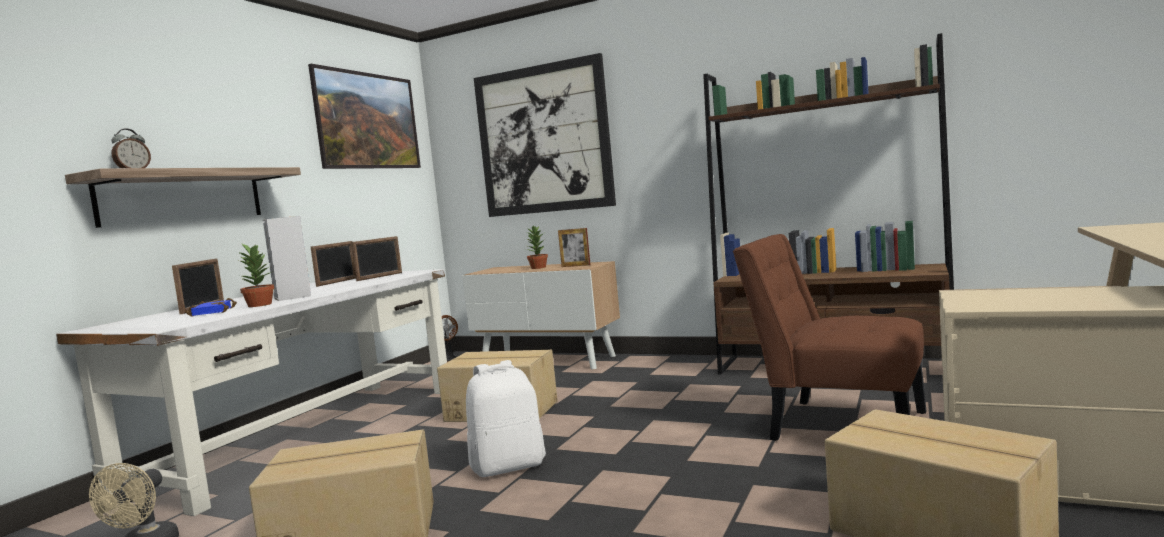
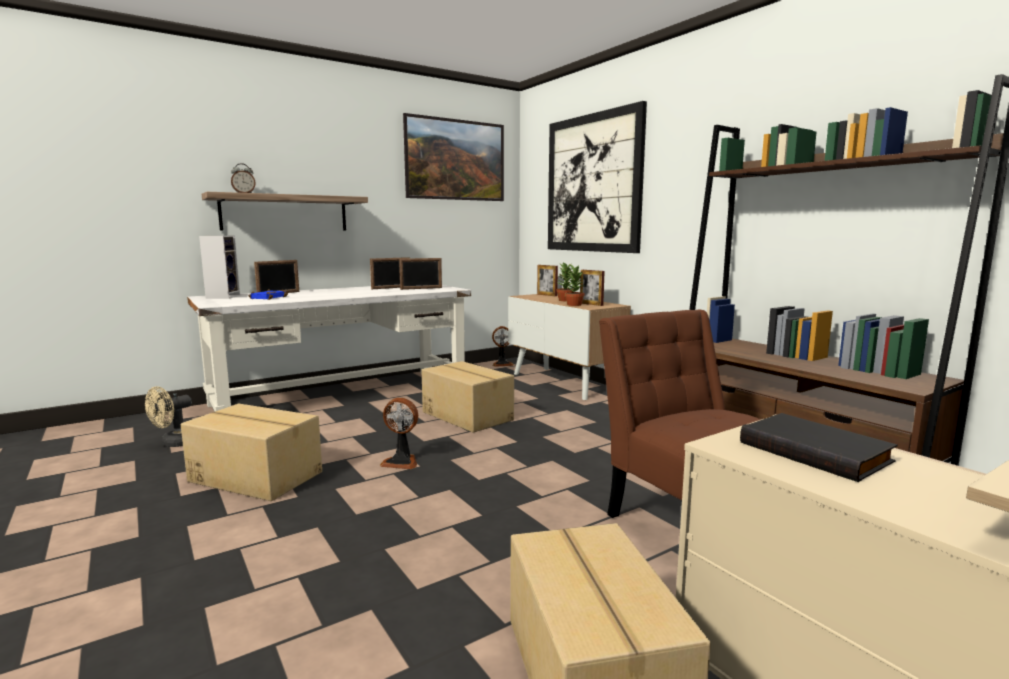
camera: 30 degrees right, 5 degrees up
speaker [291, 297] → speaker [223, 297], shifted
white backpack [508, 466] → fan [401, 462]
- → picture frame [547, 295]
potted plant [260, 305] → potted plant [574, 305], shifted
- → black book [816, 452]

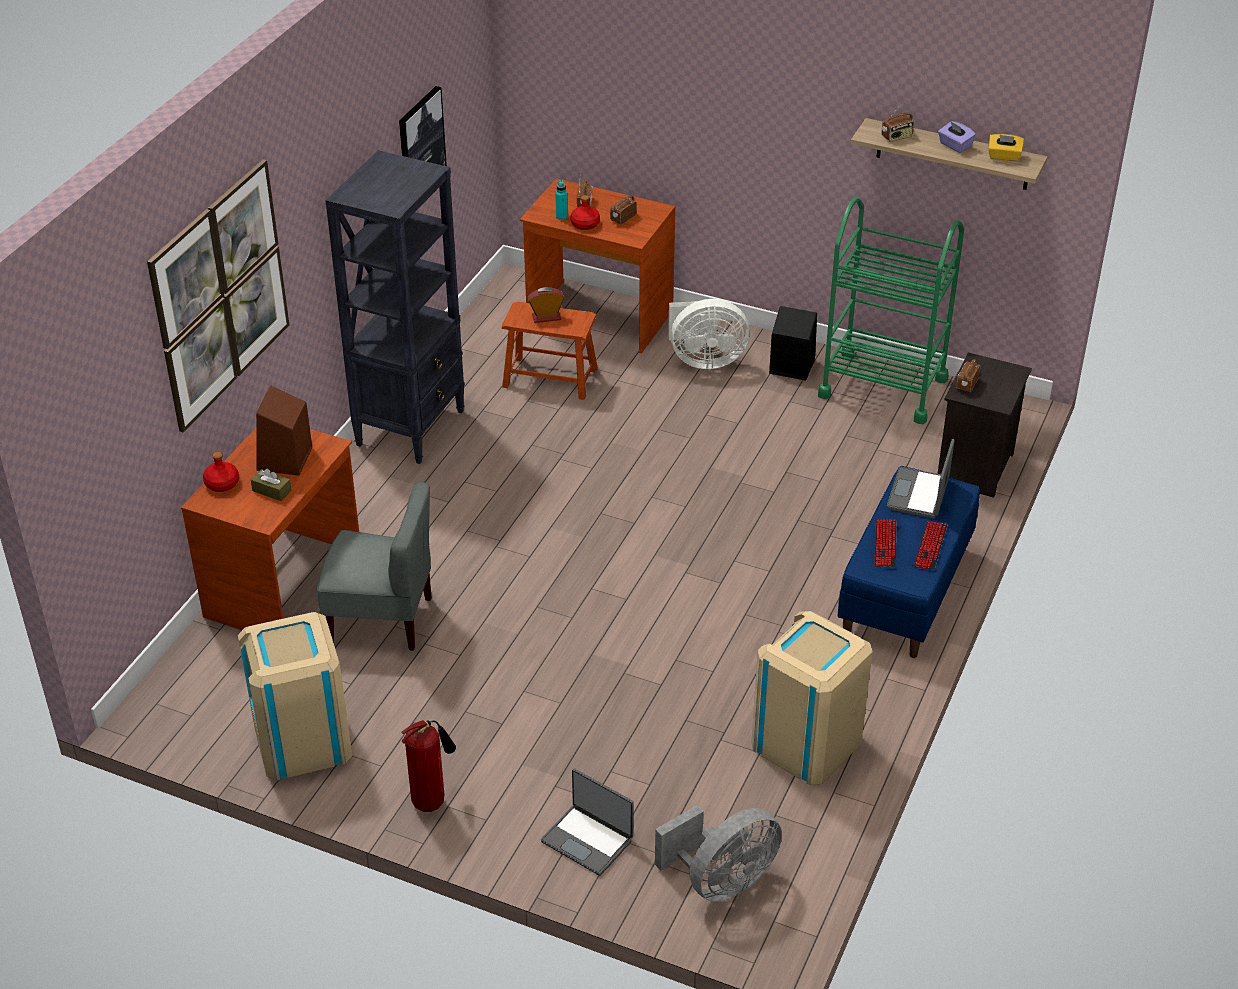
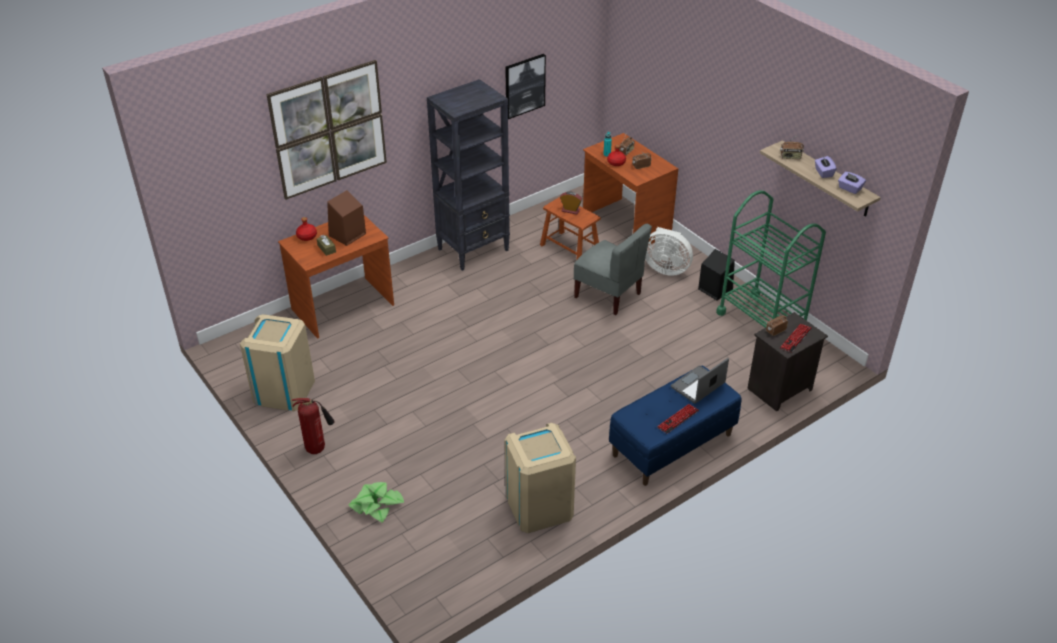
camera: 30 degrees right, 0 degrees up
laptop [588, 840] → potted plant [377, 505]
grey chair [381, 620] → grey chair [608, 295], shifted
keyboard [885, 545] → keyboard [795, 338], shifted
yellow tissue box [1004, 157] → purple tissue box [849, 189]
grey fan [722, 881] → -

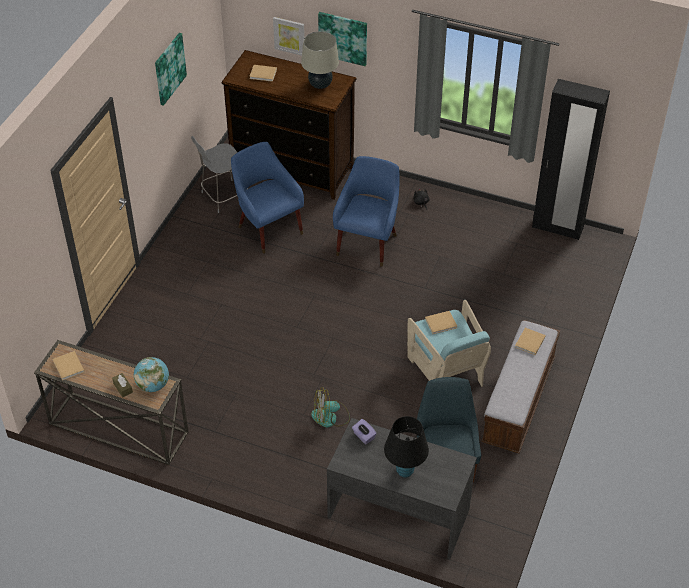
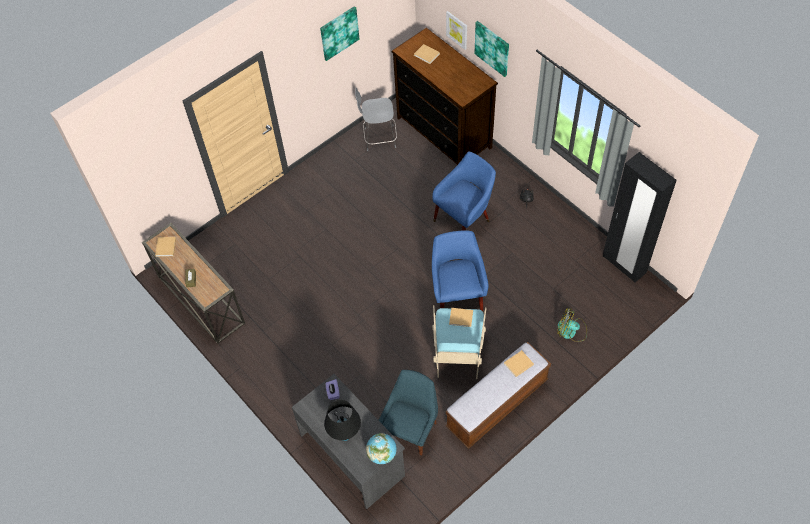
camera: 30 degrees right, 10 degrees up
globe [153, 385] → globe [382, 454], shifted
blue armchair [268, 227] → blue armchair [457, 295], shifted
fan [330, 417] → fan [571, 331], shifted
beige table lamp [320, 85] → -

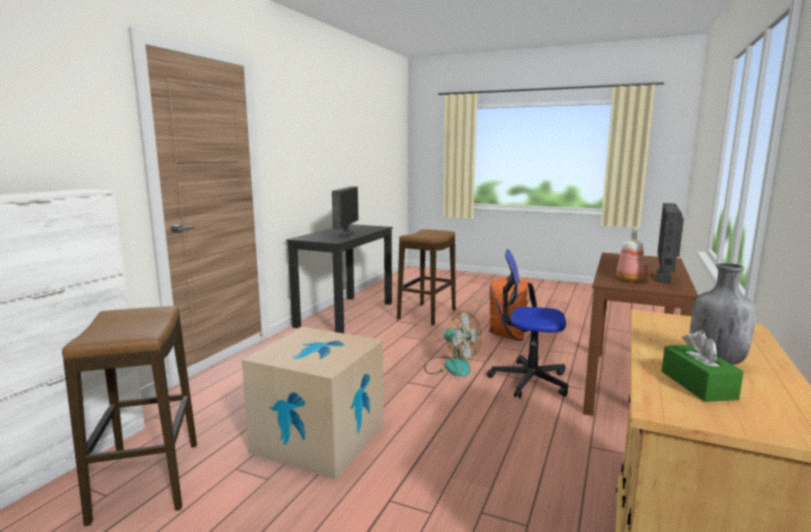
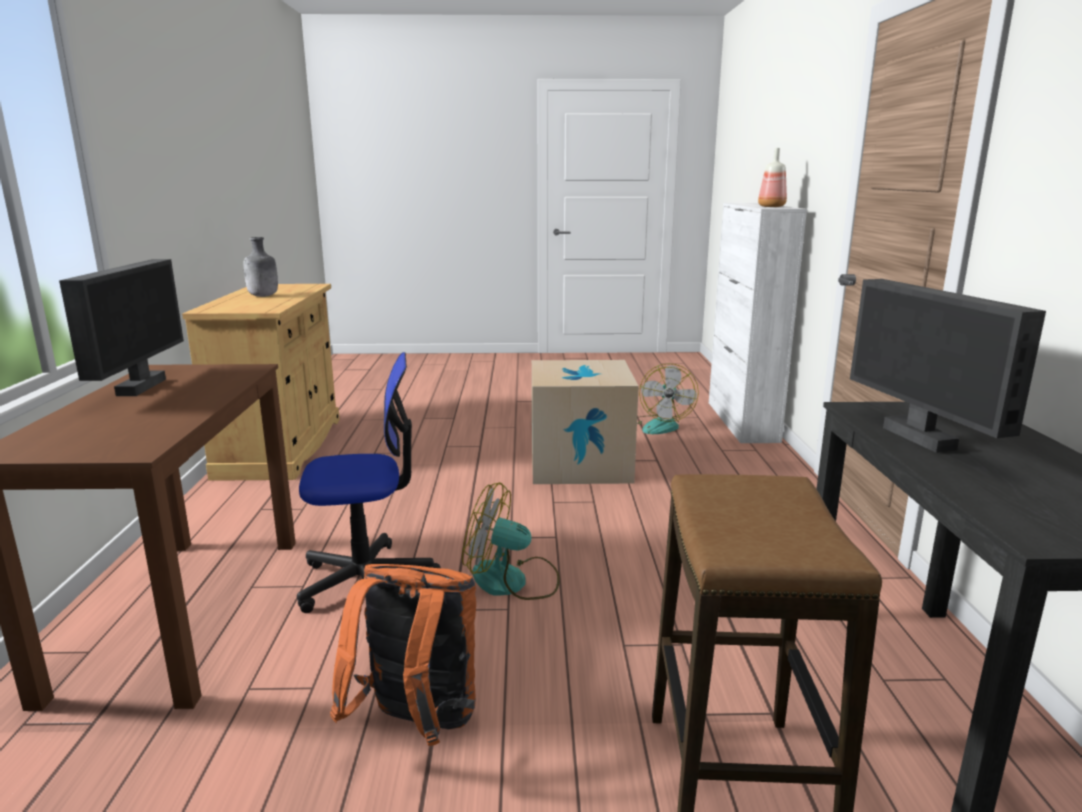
camera: 155 degrees right, 5 degrees up
stool [147, 480] → fan [660, 425]
bottle [630, 279] → bottle [770, 206], shifted
green tissue box [697, 385] → -

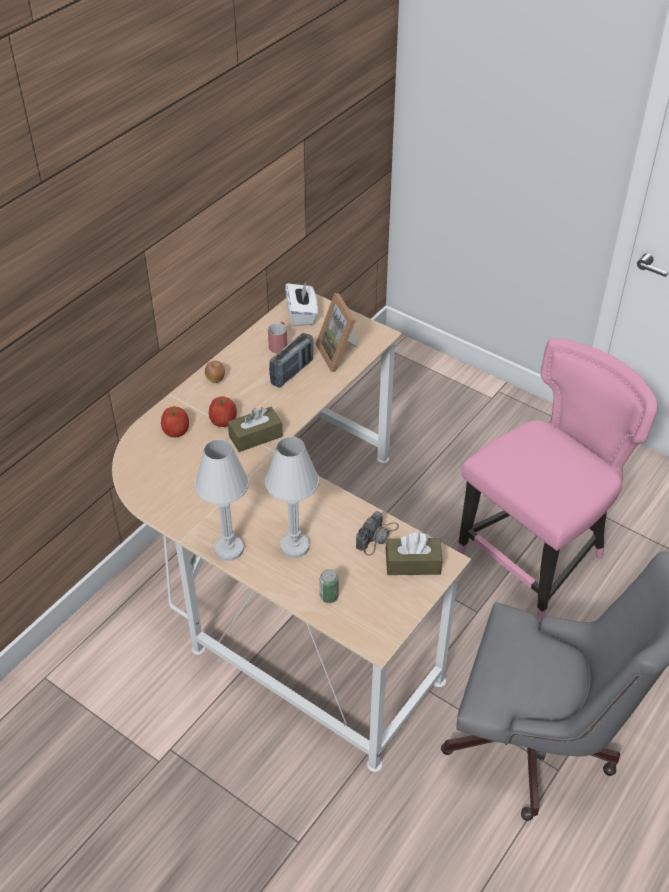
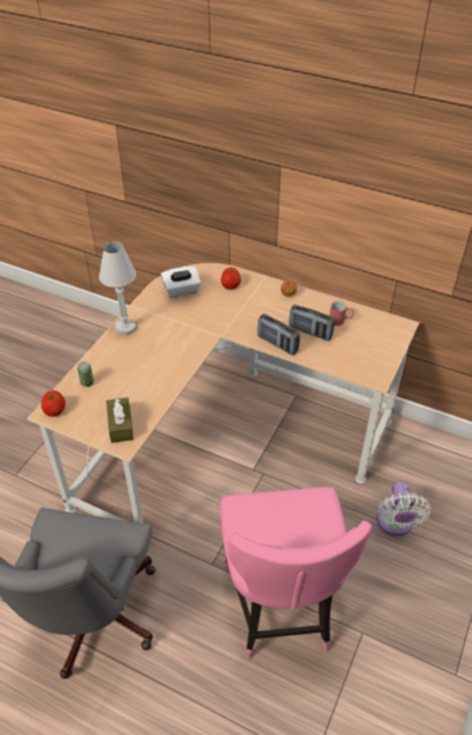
camera: 80 degrees right, 0 degrees up
apple [223, 420] → apple [55, 410], shifted
white tissue box [302, 314] → white tissue box [181, 290], shifted
pink chair [536, 558] → pink chair [280, 608], 45 degrees clockwise
- → radio [277, 344]
- → white fan [395, 524]
brown tissue box [255, 436] → -
white table lamp [294, 546] → -
picture frame [340, 354] → -
photo camera [377, 536] → -

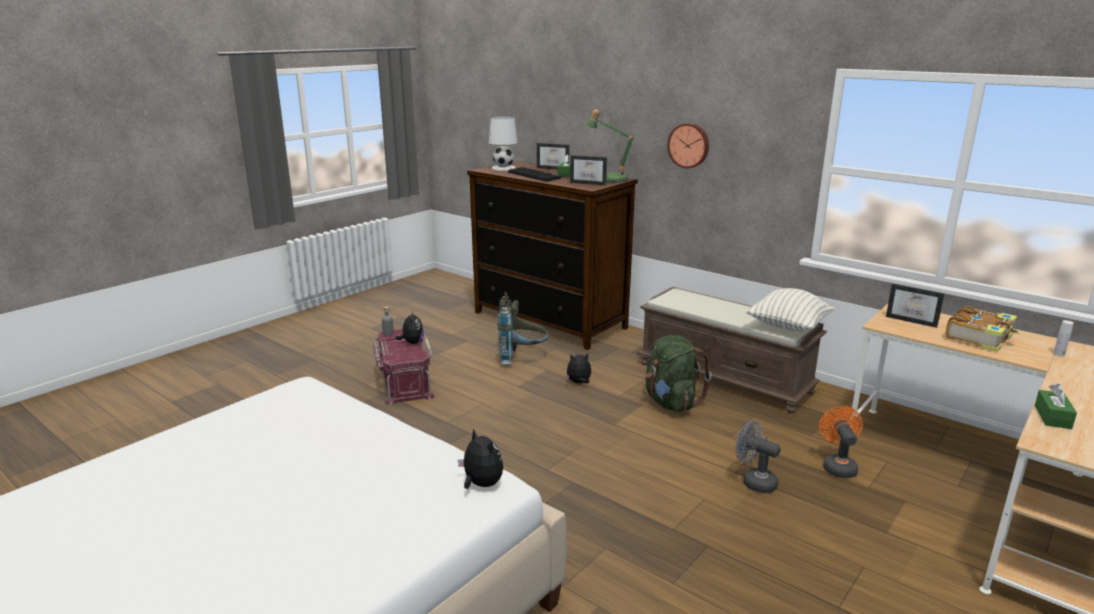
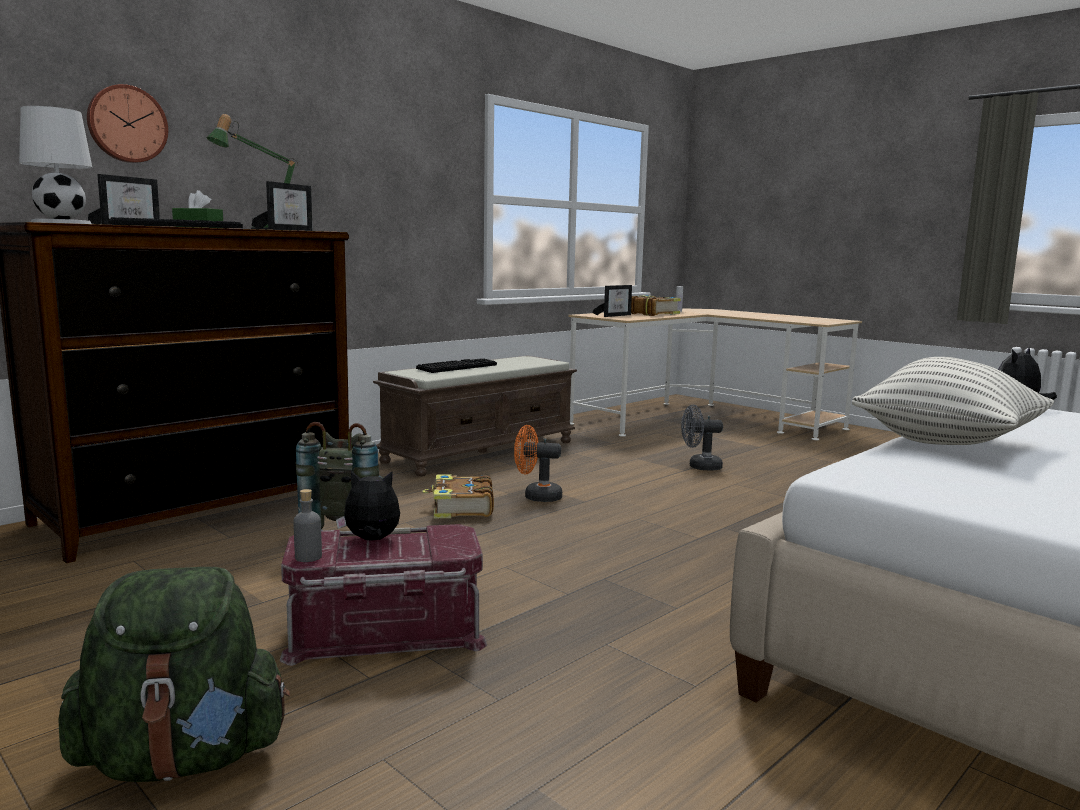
camera: 85 degrees left, 10 degrees down
green backpack [671, 402] → green backpack [182, 758], shifted
wall clock [689, 145] → wall clock [127, 124], shifted
- → keyboard [457, 367]
plush toy [579, 383] → book [461, 508]
orange fan [837, 466] → orange fan [536, 496], shifted
grey fan [754, 481] → grey fan [699, 467], 45 degrees clockwise
pillow [788, 327] → pillow [948, 443], shifted
green tissue box [1052, 417] → -

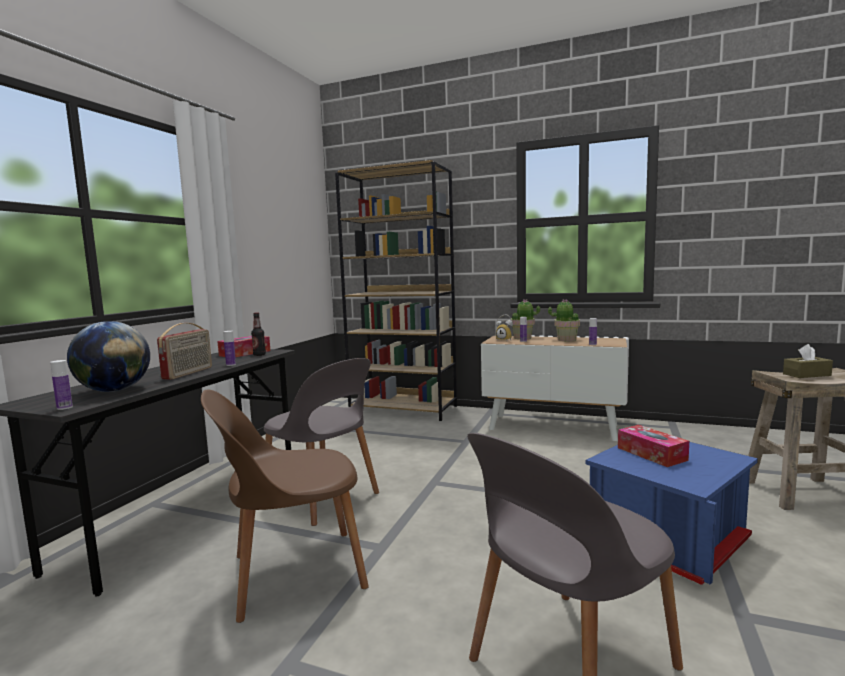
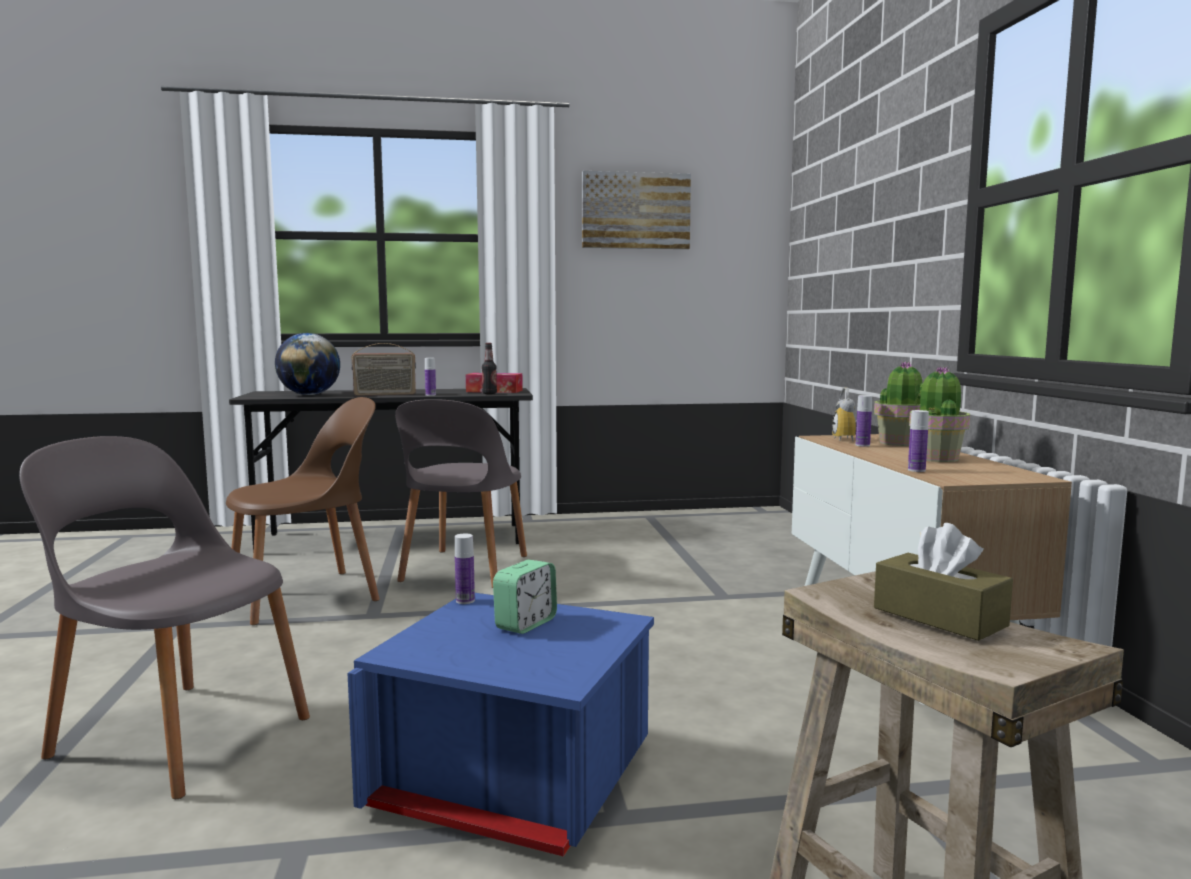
camera: 60 degrees right, 0 degrees up
brown chair [293, 573] → brown chair [308, 596], 105 degrees clockwise
bottle [64, 407] → bottle [465, 601], shifted
tissue box [651, 454] → alarm clock [525, 624]
- → picture [635, 211]
brown bookcase [404, 409] → -

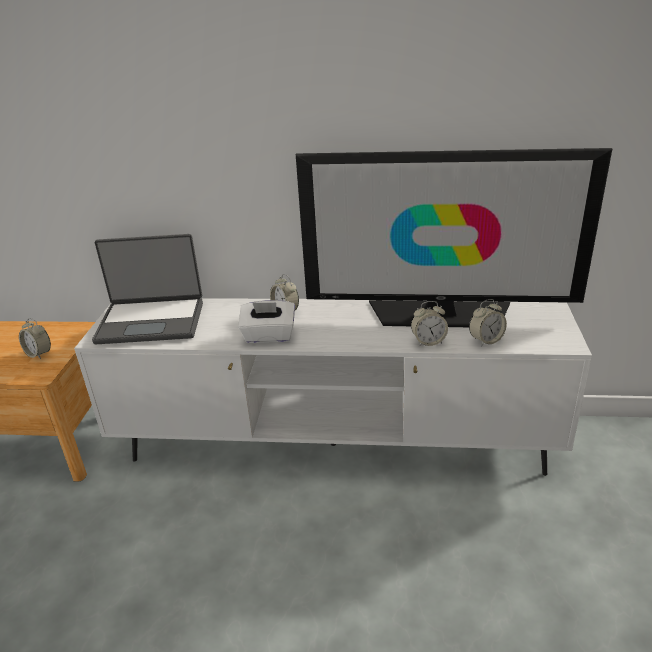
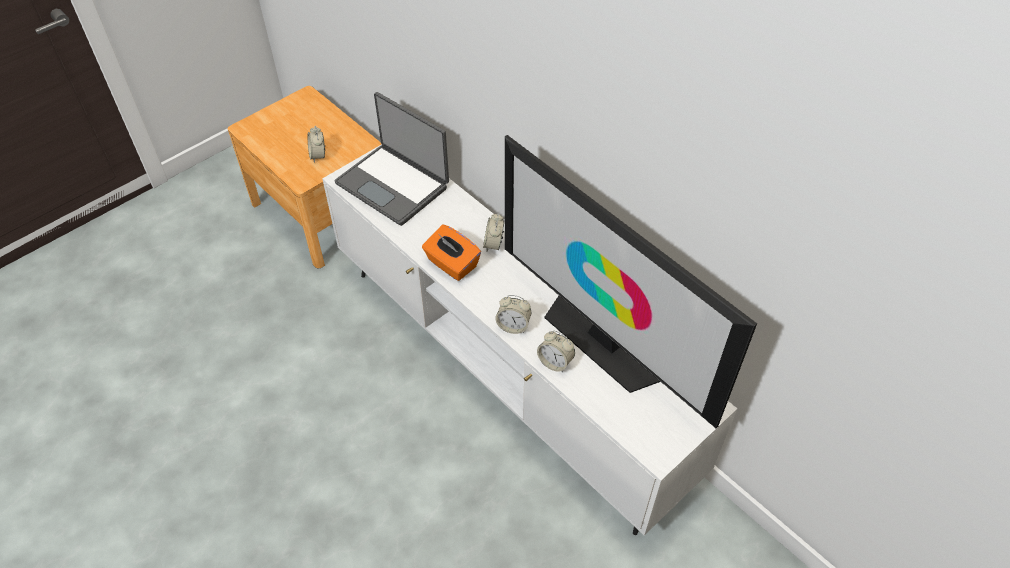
camera: 40 degrees right, 20 degrees up
white tissue box [269, 336] → orange tissue box [452, 264]
alarm clock [486, 340] → alarm clock [513, 326], shifted

